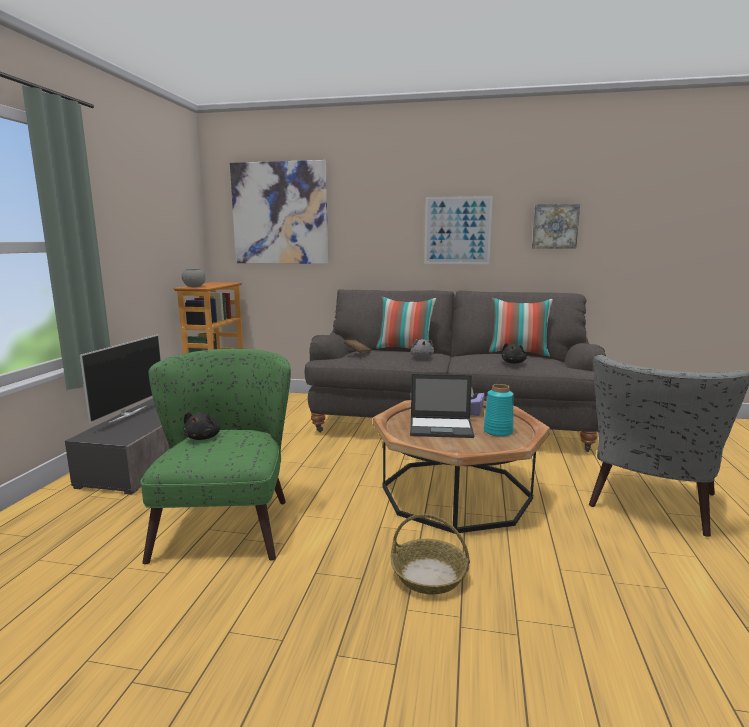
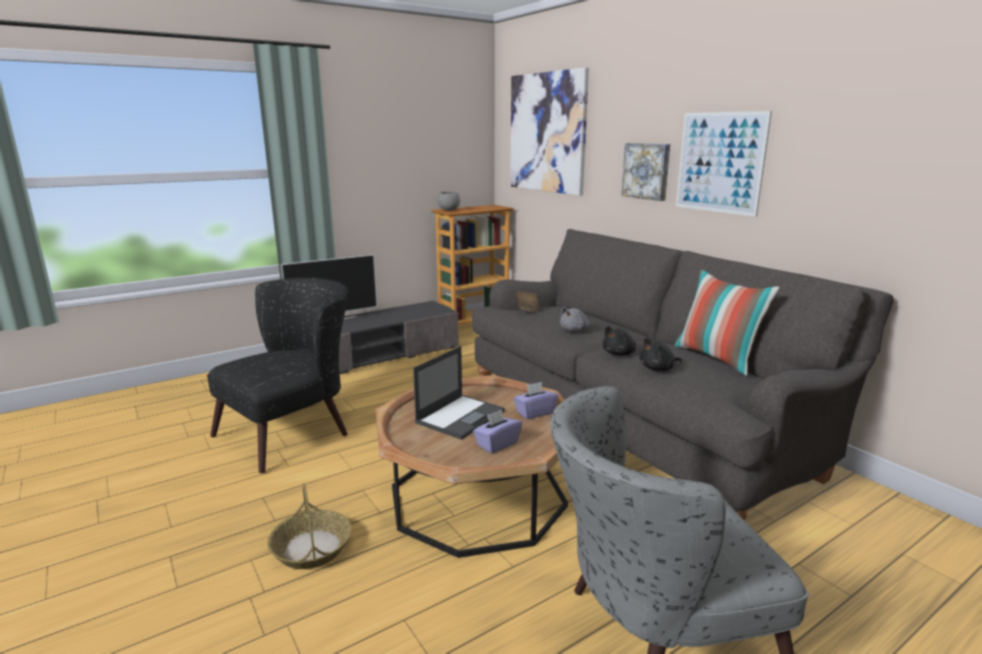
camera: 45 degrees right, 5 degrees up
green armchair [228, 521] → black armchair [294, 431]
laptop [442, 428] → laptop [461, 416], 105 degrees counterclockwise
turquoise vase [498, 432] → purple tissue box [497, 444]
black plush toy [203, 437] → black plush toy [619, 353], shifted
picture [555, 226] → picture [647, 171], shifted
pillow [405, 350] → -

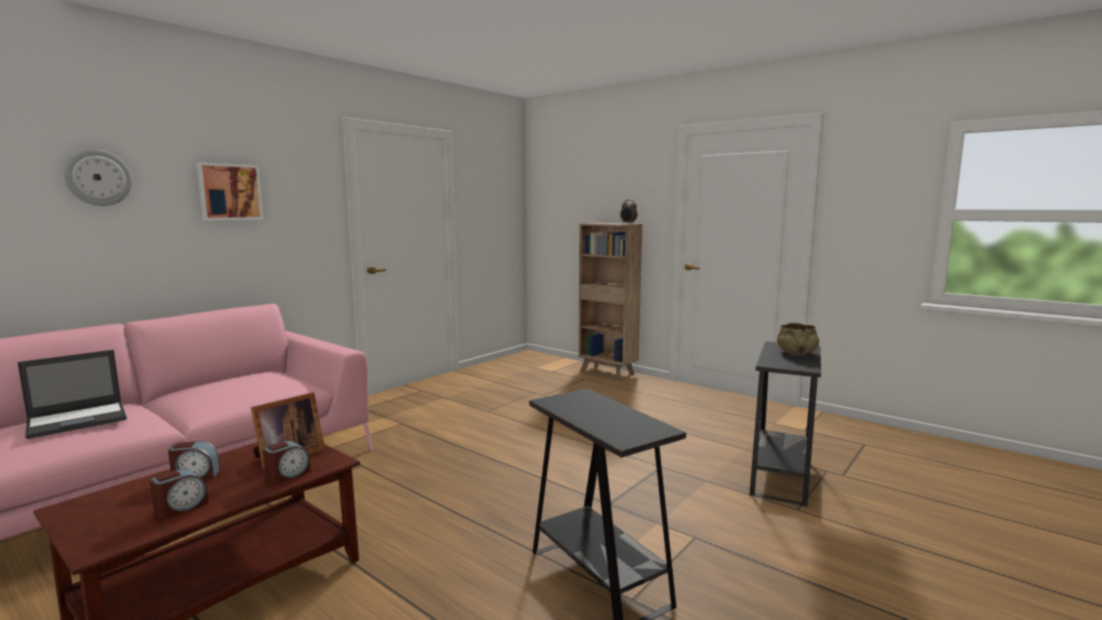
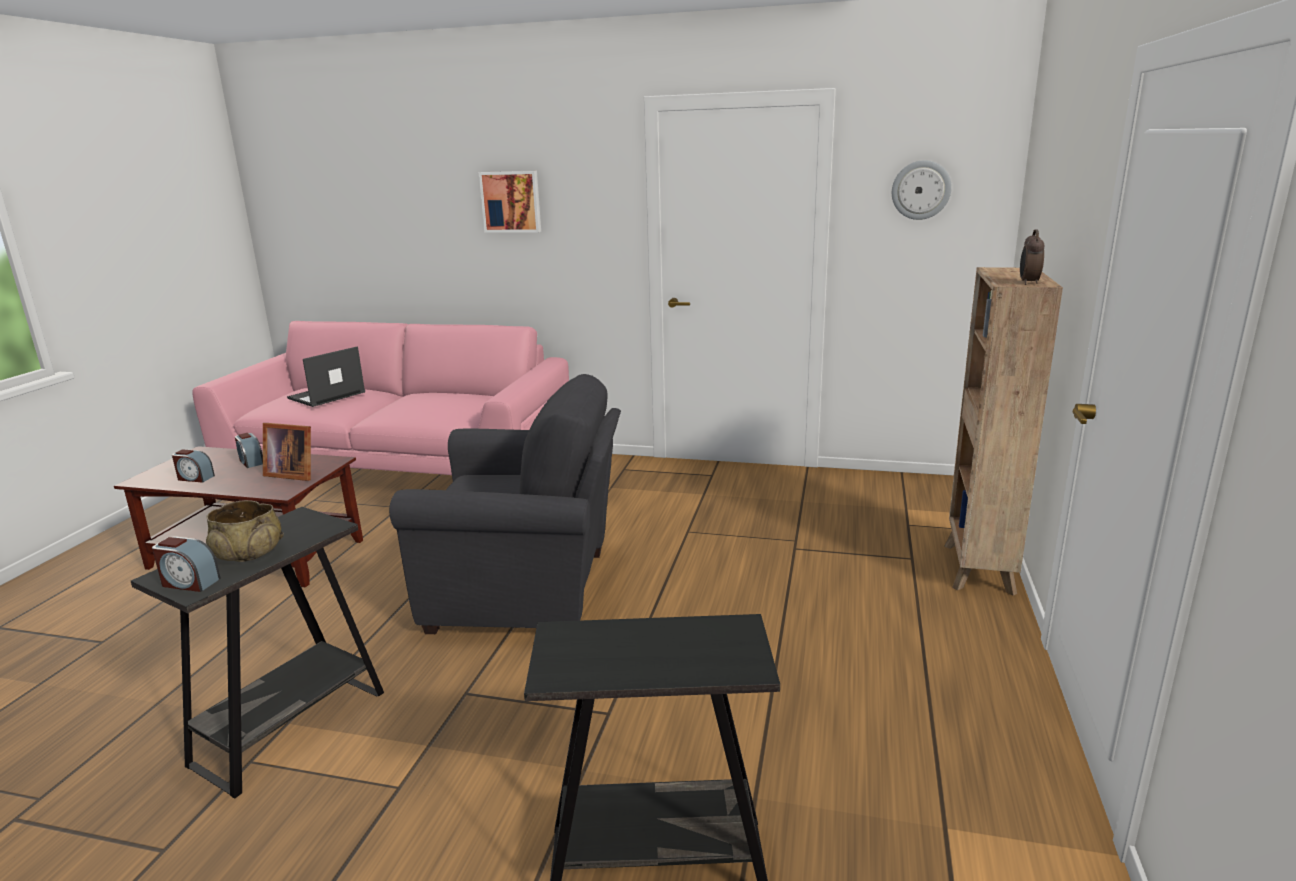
camera: 65 degrees right, 10 degrees up
alarm clock [287, 475] → alarm clock [189, 582], shifted
beige bowl [796, 352] → beige bowl [248, 554], shifted
laptop [79, 420] → laptop [326, 396], 105 degrees clockwise
- → grey armchair [529, 591]
wall clock [98, 177] → wall clock [921, 190], shifted

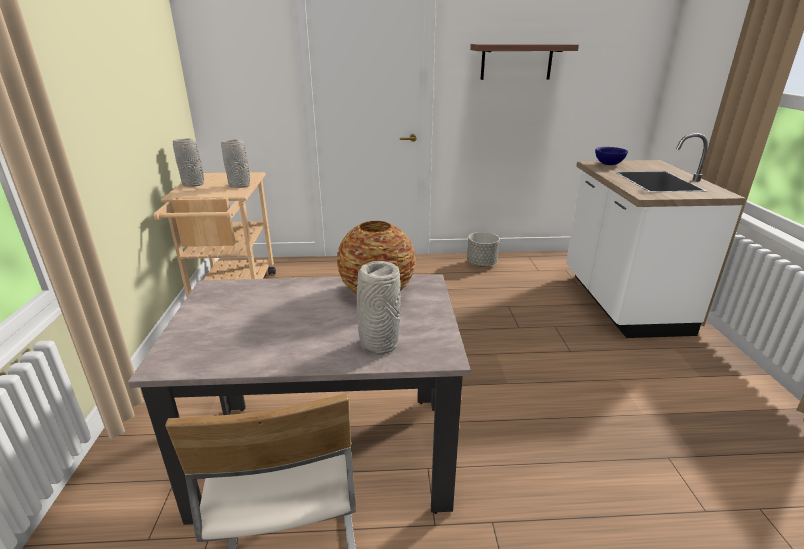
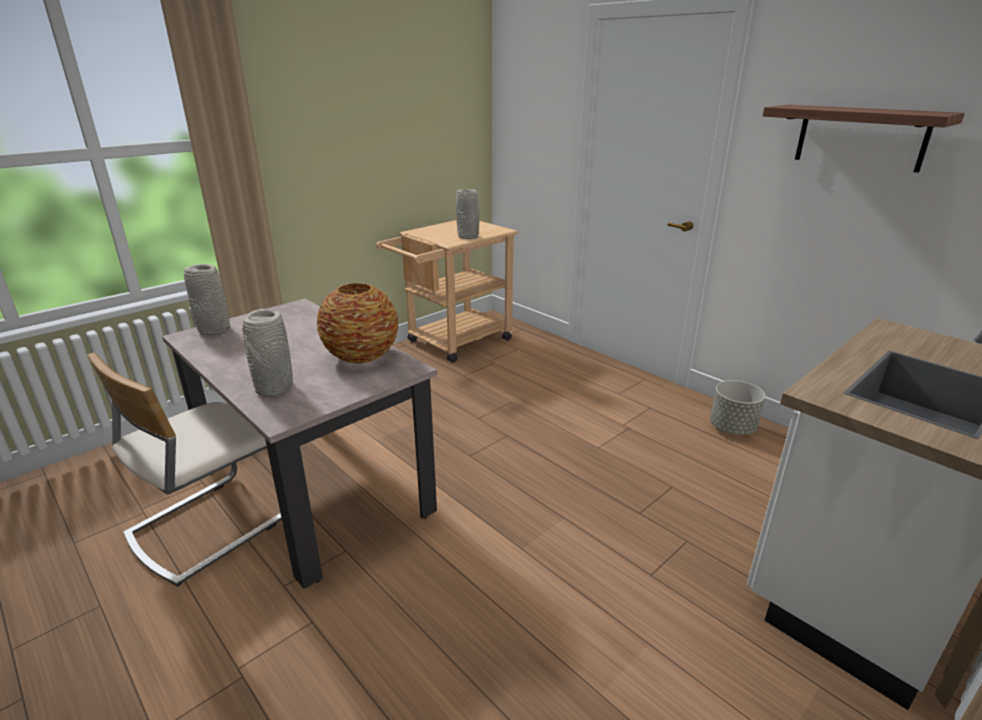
camera: 50 degrees right, 0 degrees up
grey vase [194, 184] → grey vase [215, 330], shifted
blue bowl [608, 164] → -

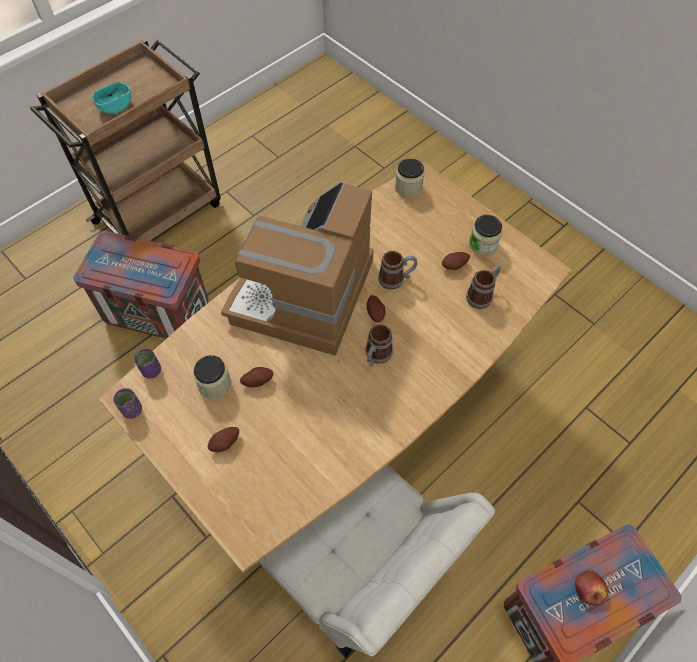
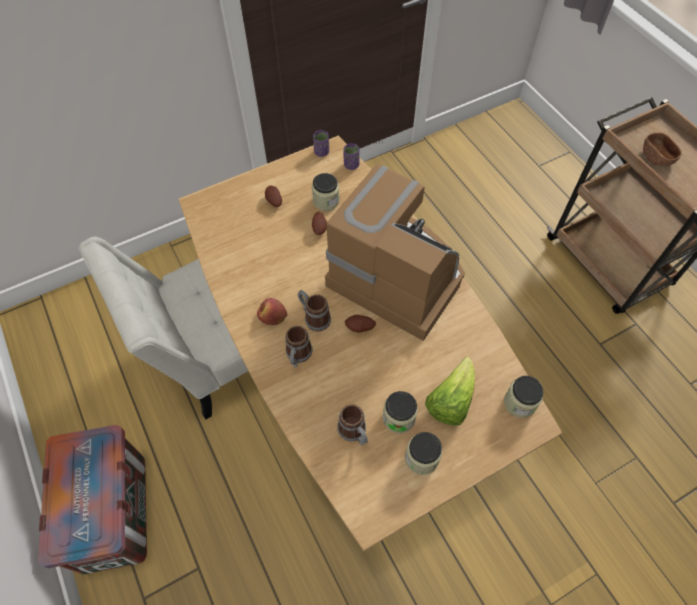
camera: 105 degrees right, 0 degrees up
apple [589, 589] → apple [272, 316], shifted
mug [396, 279] → mug [298, 356], shifted
potato [455, 266] → jar [398, 418]
- → lettuce [450, 401]
turquoise bowl [115, 106] → brown bowl [656, 157]
crate [158, 313] → -

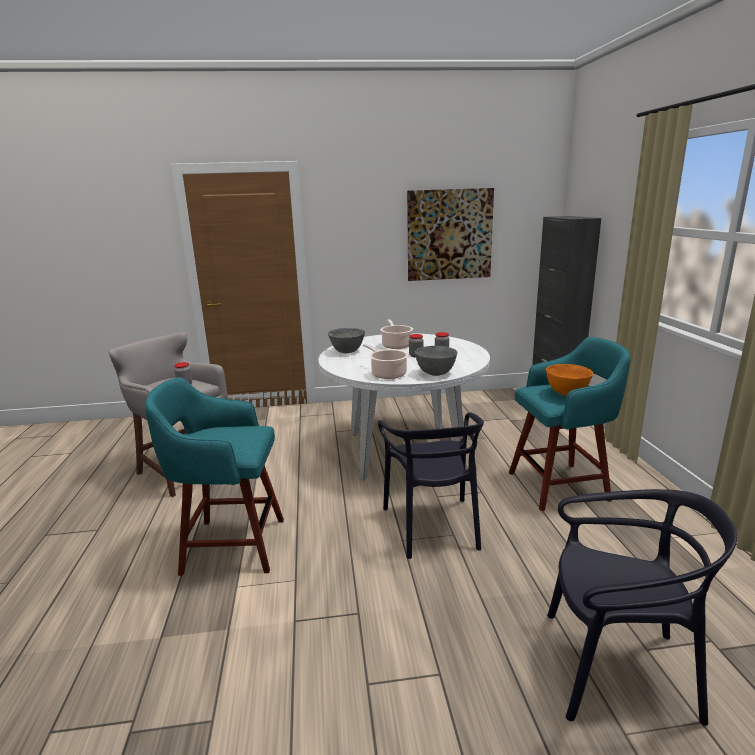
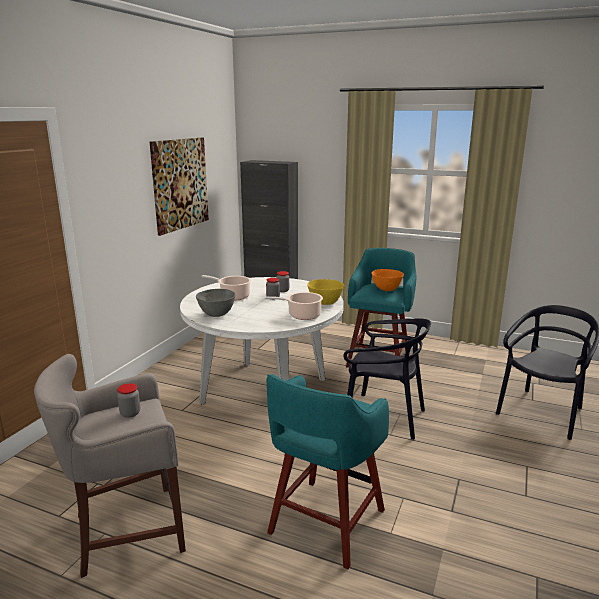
camera: 60 degrees left, 0 degrees up
grey bowl [436, 373] → yellow bowl [325, 303]

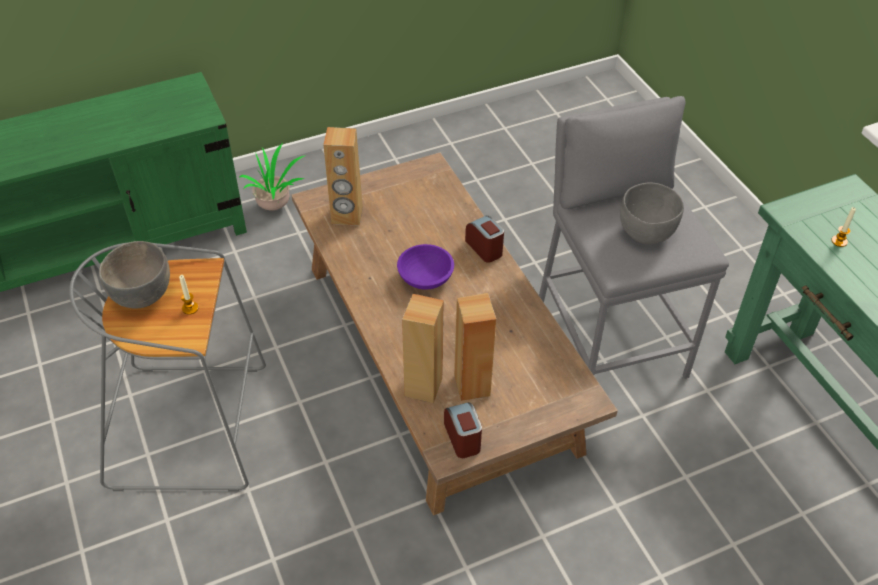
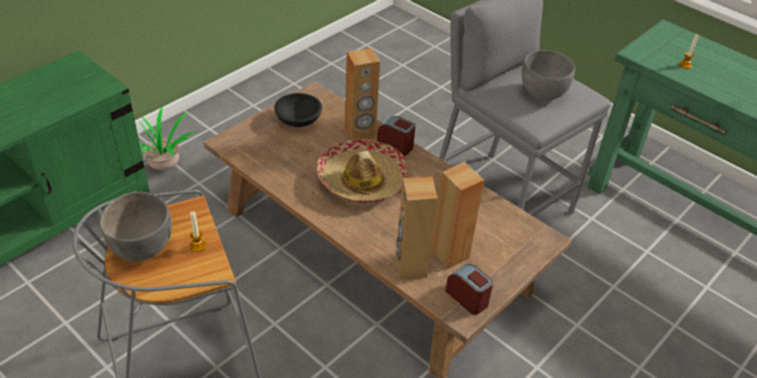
camera: 25 degrees left, 5 degrees down
- → black bowl [298, 120]
purple bowl [426, 278] → hat [362, 180]
brown speaker [347, 216] → brown speaker [360, 133], shifted

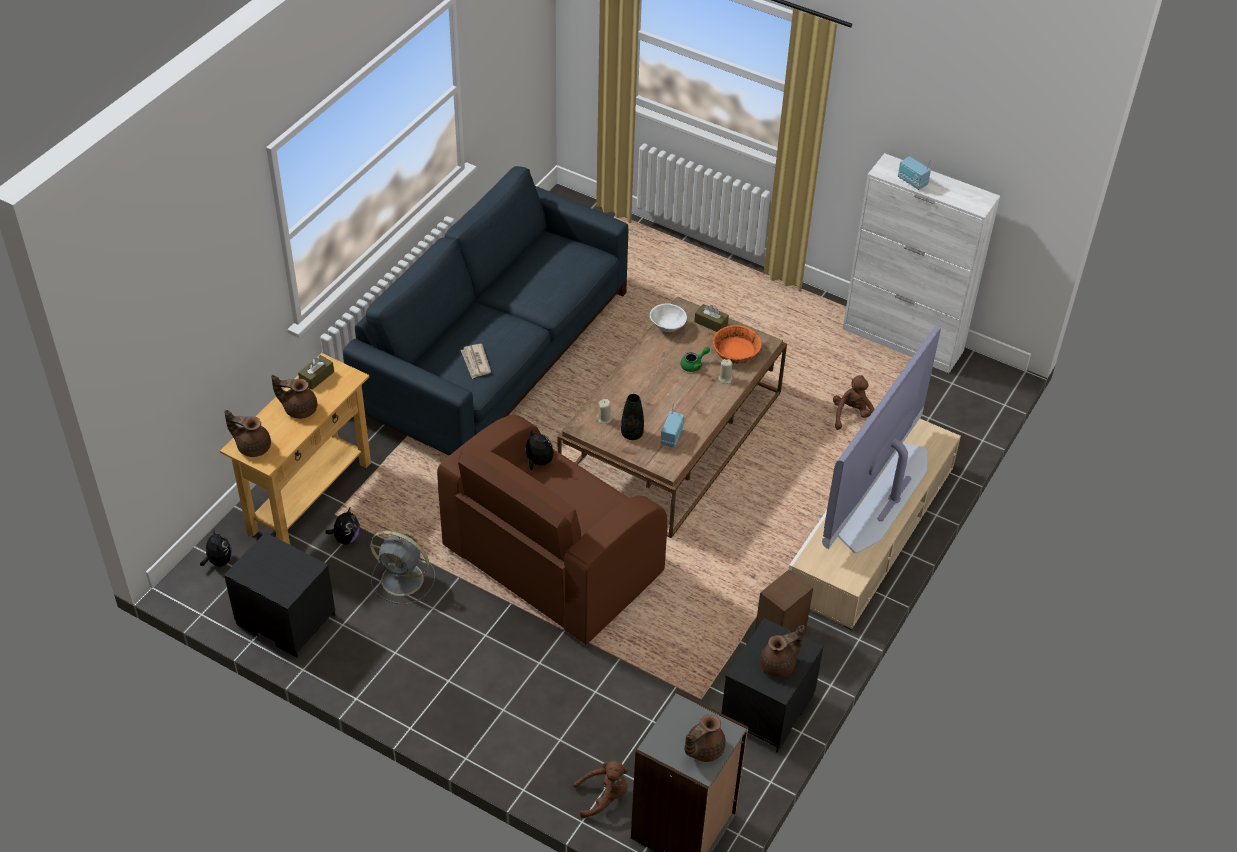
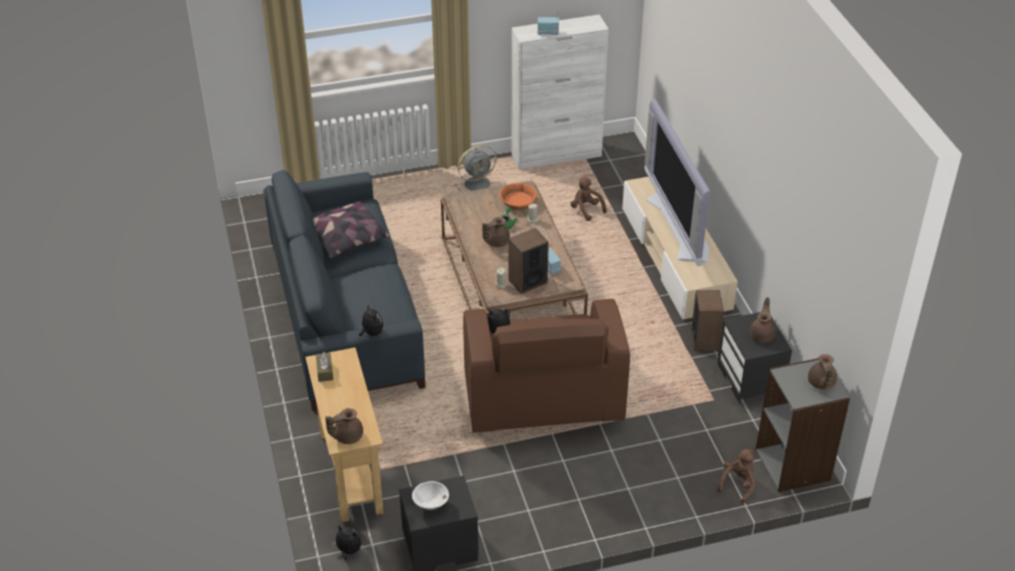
camera: 45 degrees left, 5 degrees down
- → pillow [346, 239]
plush toy [346, 538] → plush toy [371, 333], shifted
white bowl [667, 327] → white bowl [430, 504], shifted
grey fan [404, 580] → grey fan [478, 184], shifted
brown teapot [299, 409] → brown teapot [496, 242], shifted
black vase [632, 434] → speaker [527, 281]
newspaper [475, 362] → -
brown tissue box [711, 323] → -

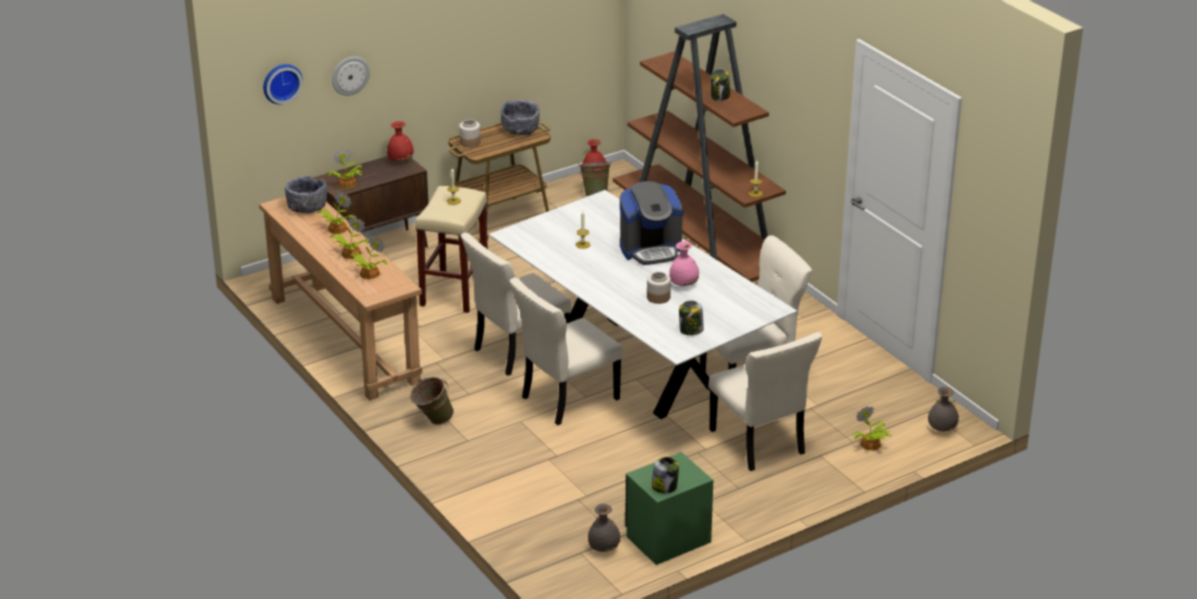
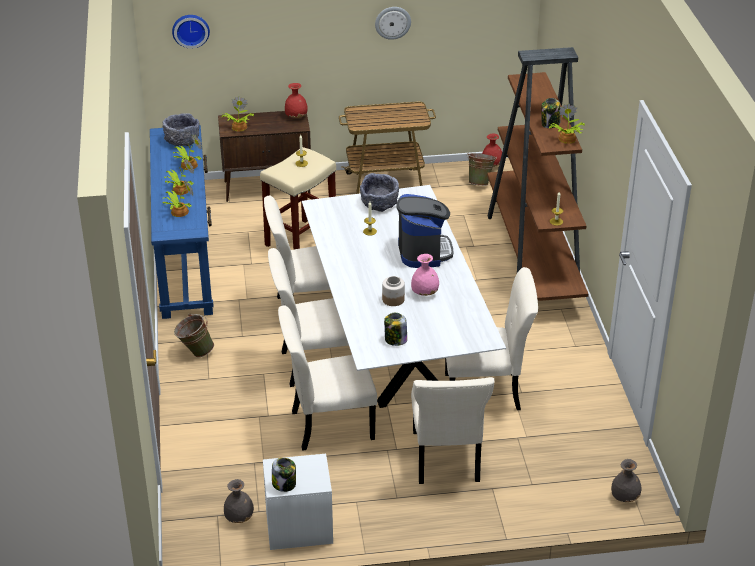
camera: 25 degrees right, 5 degrees up
brown console table [344, 339] → blue console table [185, 259]
green nightstand [668, 539] → white nightstand [299, 528]
- → beige chair [328, 425]
grey bowl [521, 130] → grey bowl [379, 204], shifted
wall clock [350, 75] → wall clock [392, 22], shifted
coffee machine [651, 249] → coffee machine [423, 251], 105 degrees counterclockwise
potted plant [870, 445] → potted plant [566, 139], shifted
jar [470, 142] → -

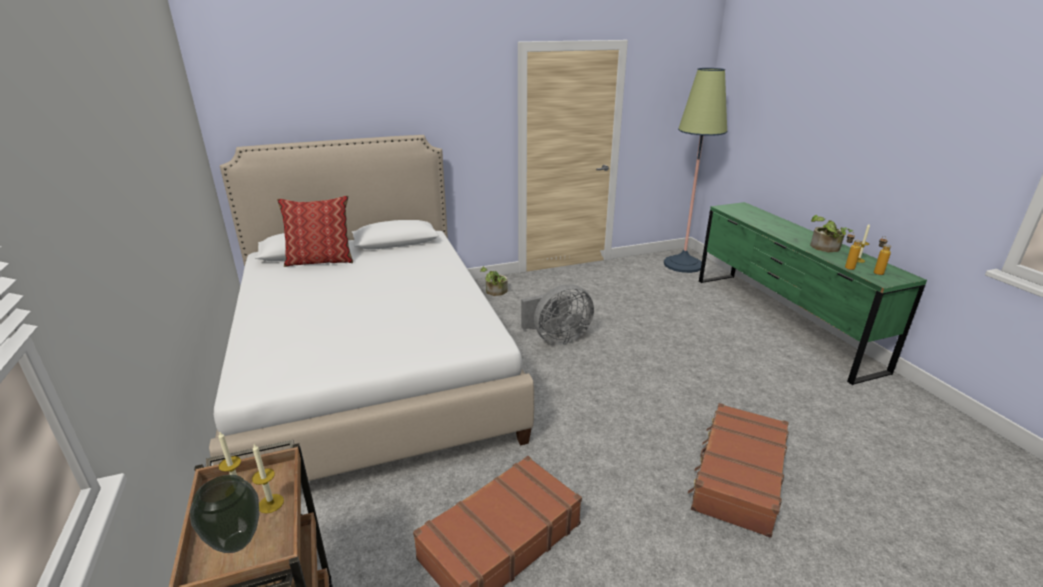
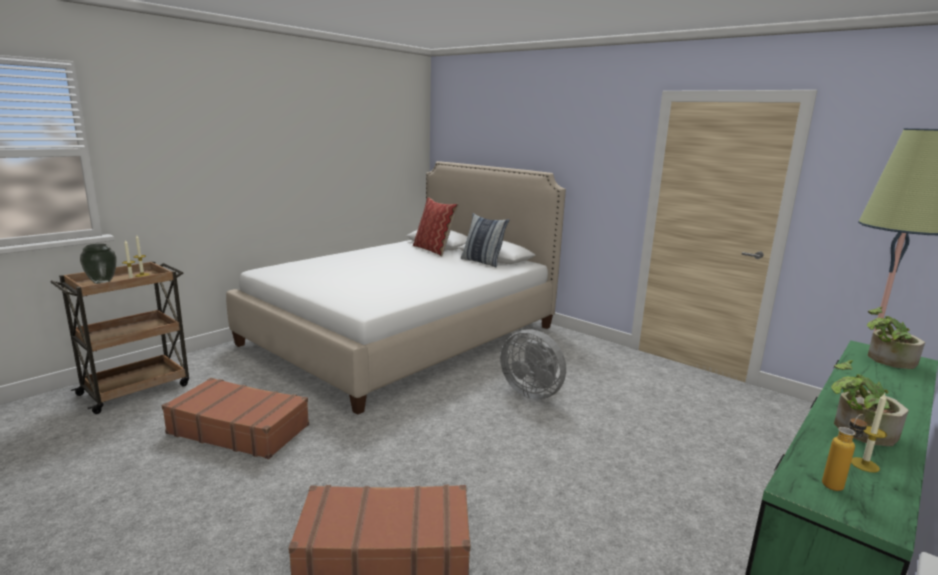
camera: 60 degrees right, 10 degrees down
- → pillow [482, 262]
potted plant [494, 292] → potted plant [885, 360], shifted
bottle [846, 267] → -

